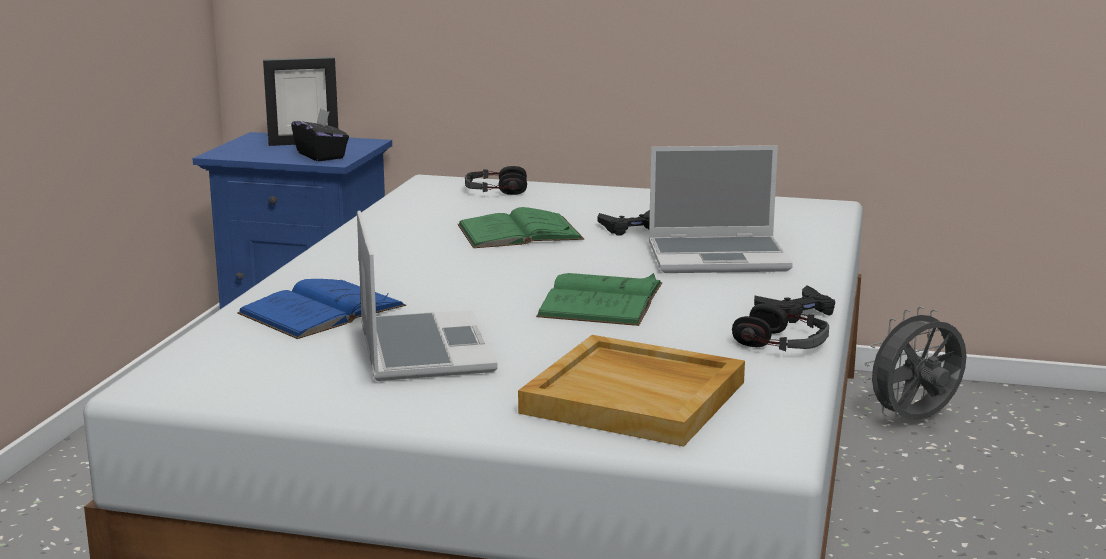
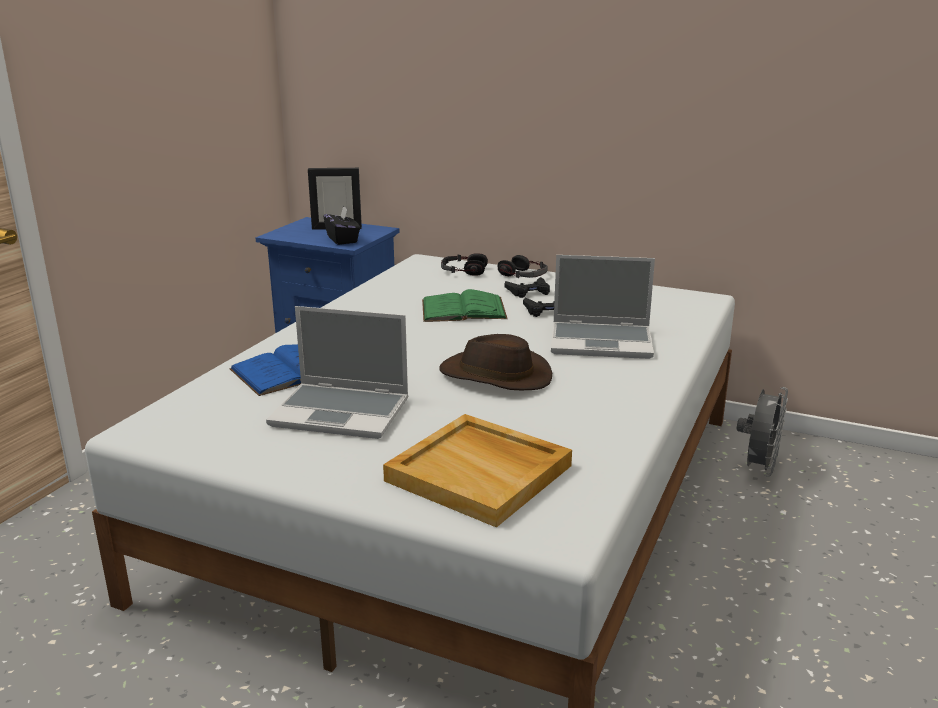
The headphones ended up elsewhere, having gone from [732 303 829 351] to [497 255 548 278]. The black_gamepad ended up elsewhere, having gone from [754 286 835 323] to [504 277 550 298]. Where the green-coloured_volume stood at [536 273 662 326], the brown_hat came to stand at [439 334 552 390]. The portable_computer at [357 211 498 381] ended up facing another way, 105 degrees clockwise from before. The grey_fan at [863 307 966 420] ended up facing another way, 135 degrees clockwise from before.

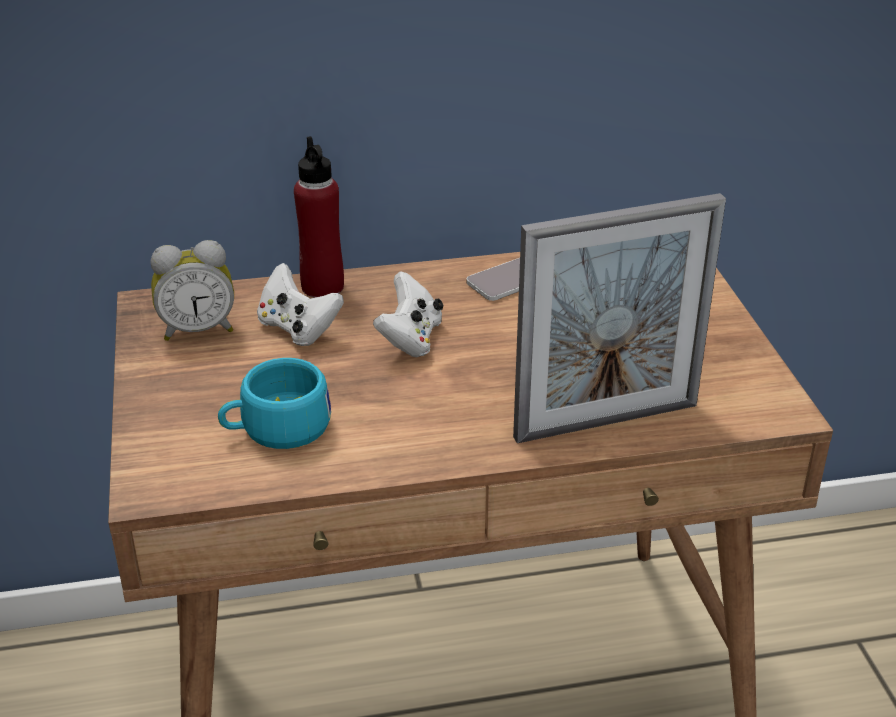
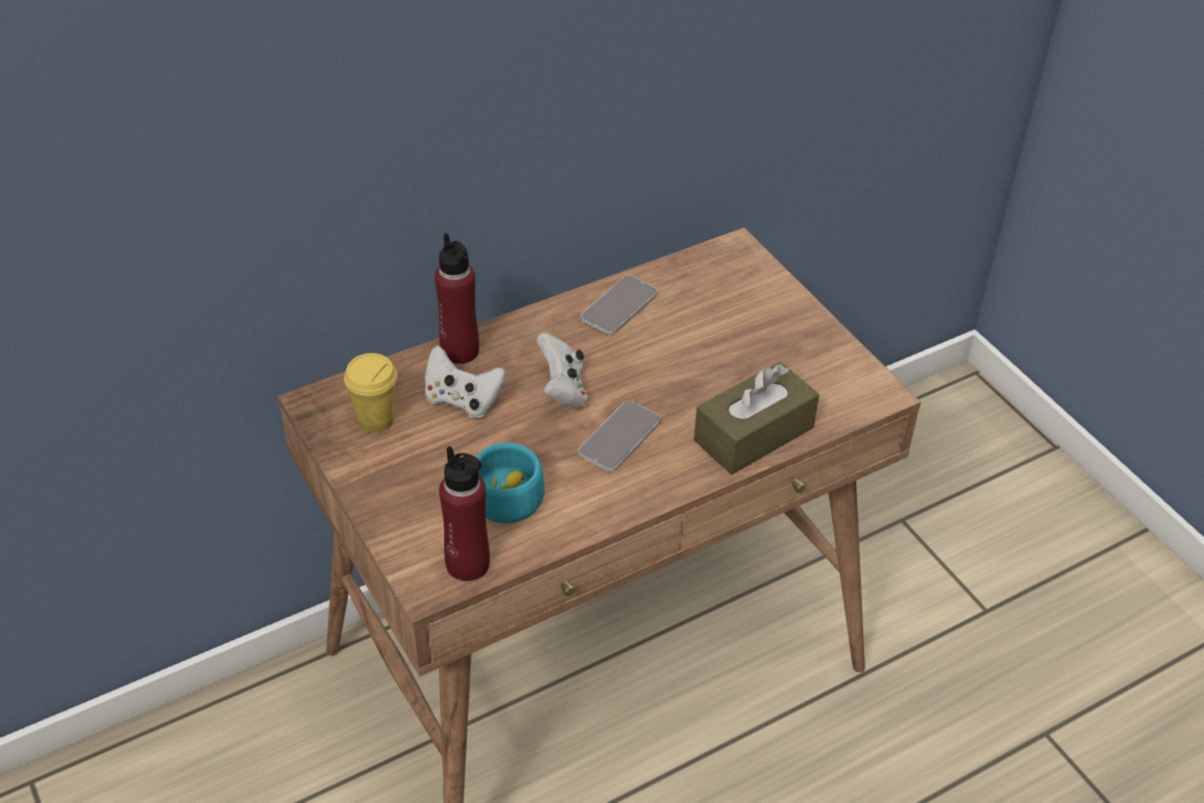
The second view gained the red-coloured_beverage_bottle at [439 446 490 581]. The second view gained the phone at [578 401 661 472]. Where the bedside_clock stood at [151 240 234 341], the yellowish_drinking_cup came to stand at [344 353 397 433]. Where the standing_frame stood at [513 193 726 443], the brown_box_of_tissues came to stand at [694 362 819 475].

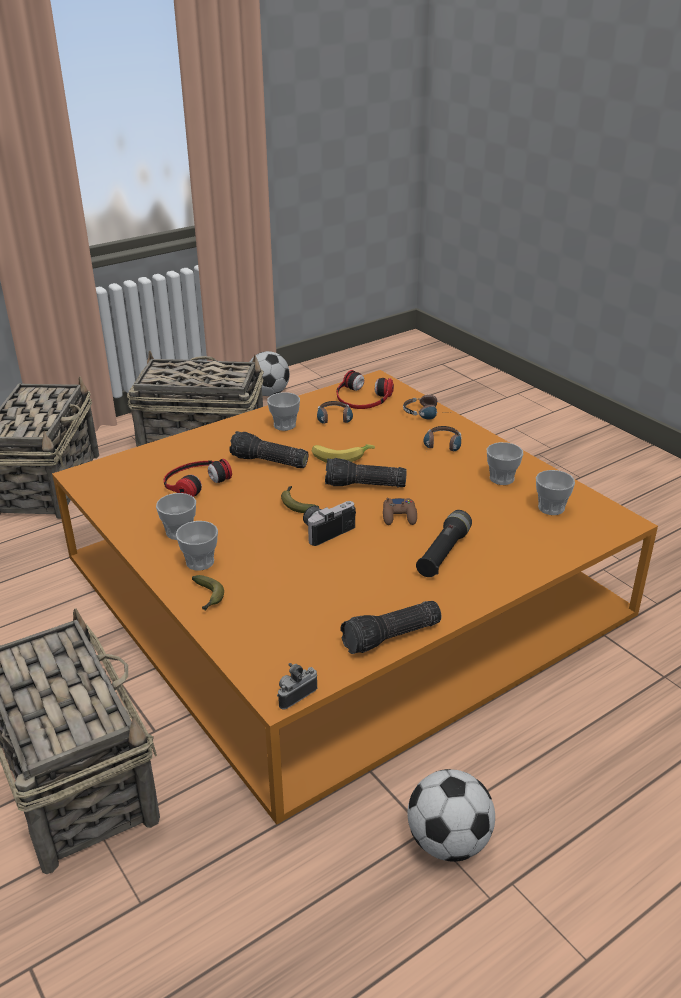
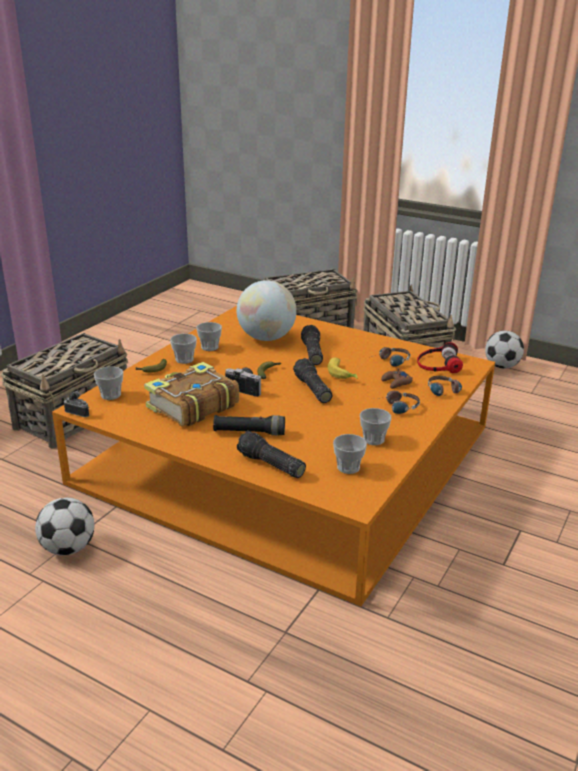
The second view gained the volume at [144 362 239 427]. The drinking_cup ended up elsewhere, having gone from [267 392 300 431] to [94 367 123 400]. The hand_torch ended up elsewhere, having gone from [341 601 441 654] to [237 431 306 478]. The brown_gamepad ended up elsewhere, having gone from [383 498 417 525] to [381 368 413 389]. Where the headphones stood at [164 459 232 497], the world_globe came to stand at [237 280 297 341].

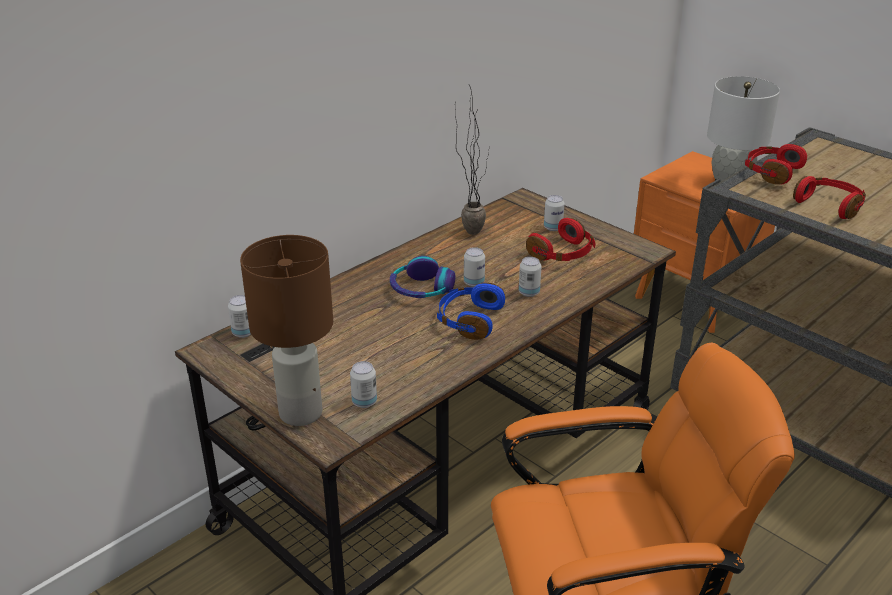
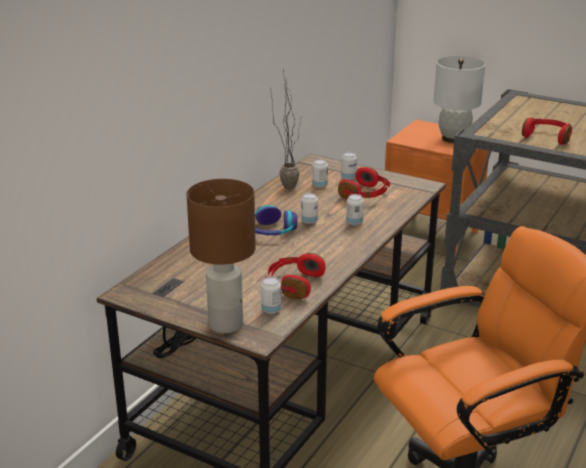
The second view lost the bluish_headphones at [437 282 505 340]. The can ended up elsewhere, having gone from [228 295 251 338] to [312 159 328 188]. The red-coloured_headphones ended up elsewhere, having gone from [745 144 807 185] to [265 253 325 299].

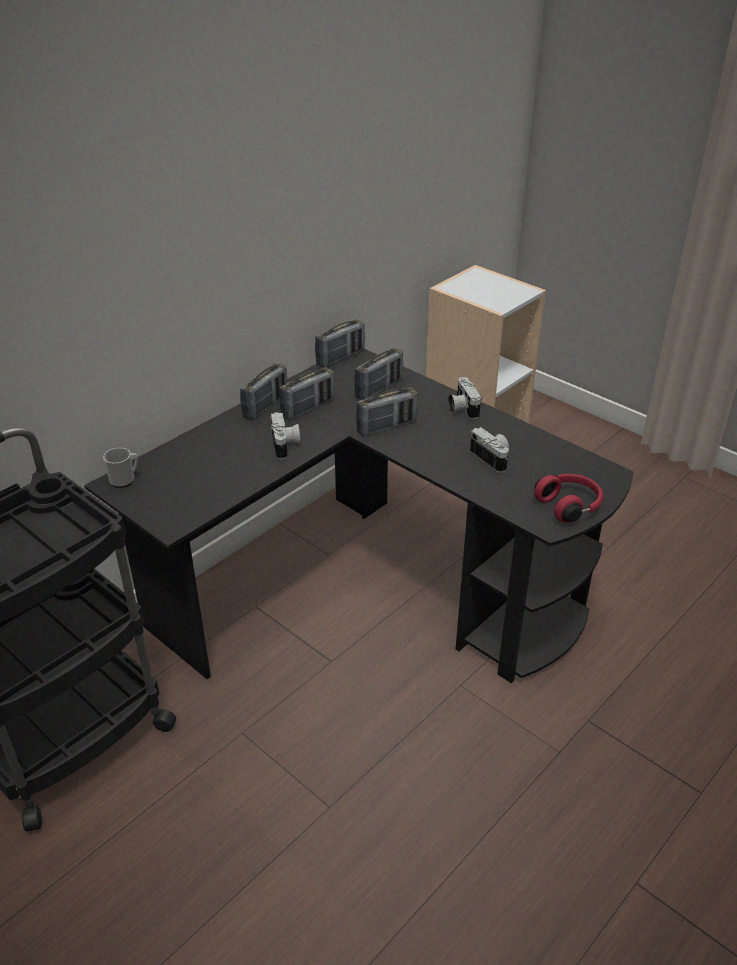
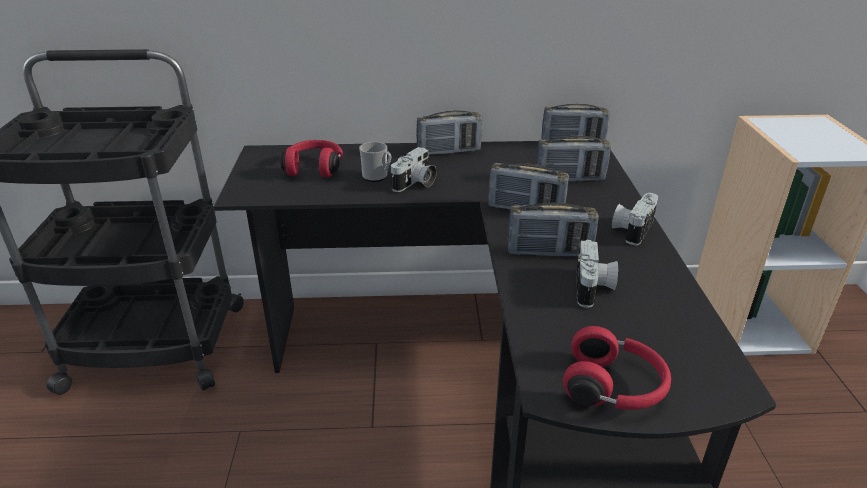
The second view gained the red-coloured_headphones at [280 140 343 177]. The tea_mug ended up elsewhere, having gone from [103 448 138 488] to [359 142 391 182]. The radio ended up elsewhere, having gone from [279 367 335 420] to [508 203 599 256].

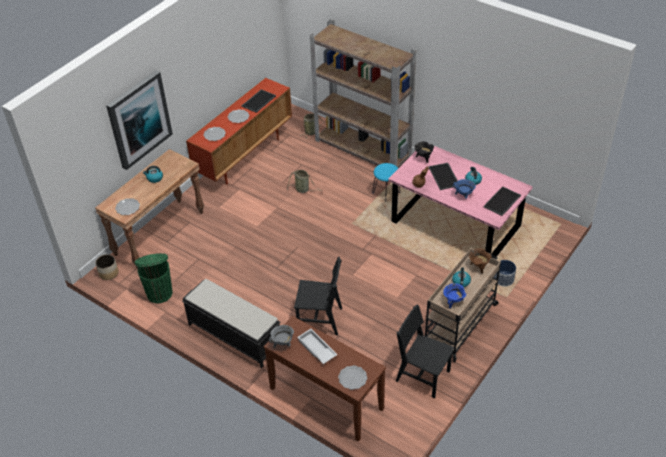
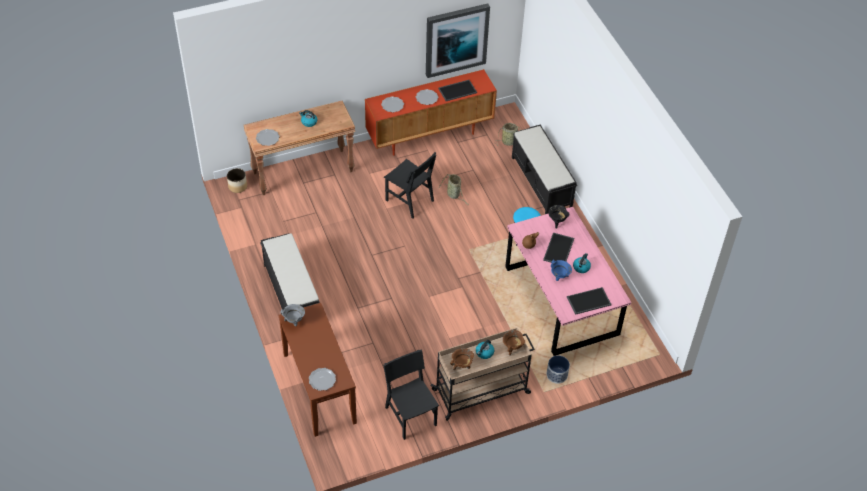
The second view lost the green-coloured_trash_can at [135 253 172 303]. The second view lost the white-coloured_tray at [297 329 337 364]. The wall_picture ended up elsewhere, having gone from [106 70 173 170] to [426 3 490 78]. The black_plain_chair ended up elsewhere, having gone from [294 257 342 335] to [384 152 436 219]. Where the brown_bookcase stood at [310 19 416 168], the black_bench came to stand at [512 125 577 214]. What was the bluish_stockpot at [443 283 466 309] turned into the brown_stockpot at [450 348 474 370].

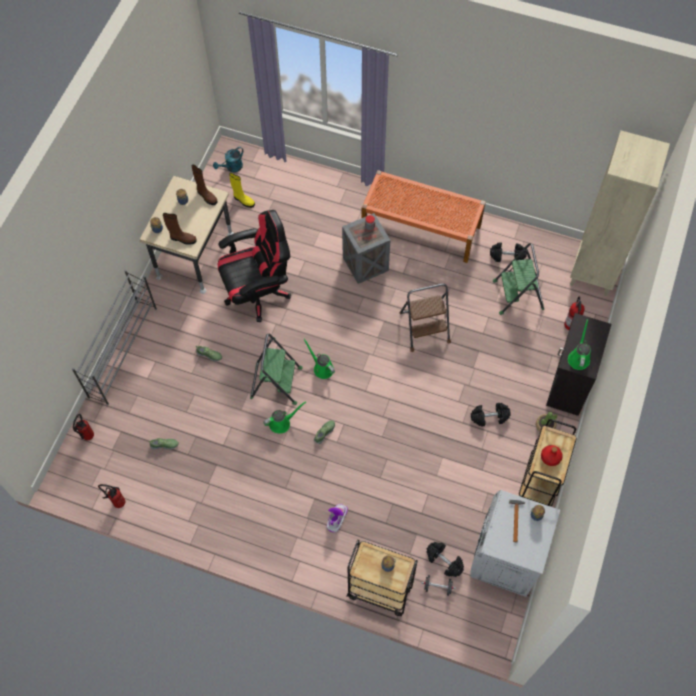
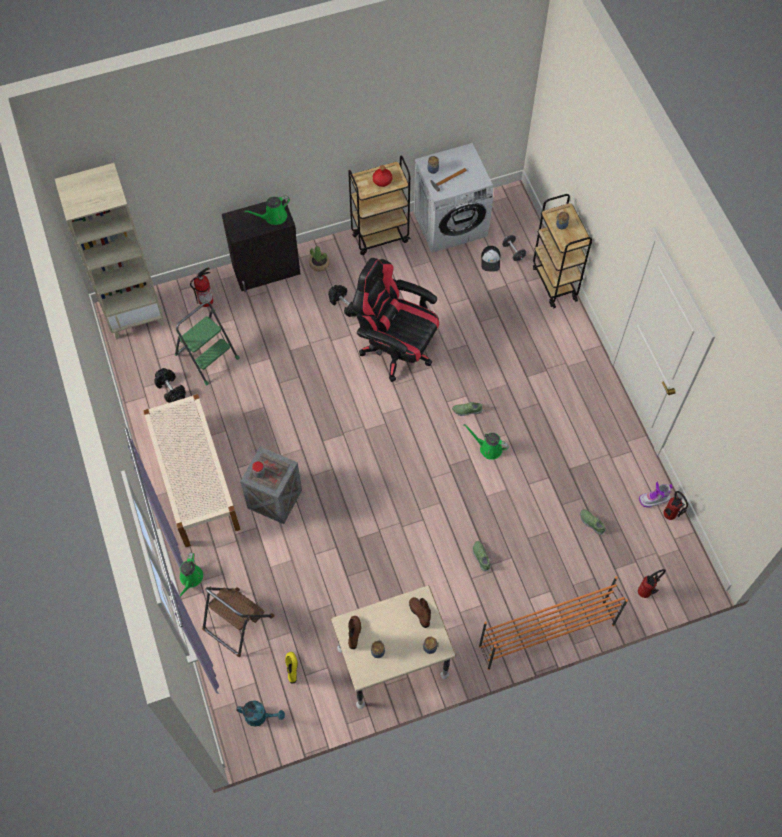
The second view lost the green-coloured_stepladder at [250 334 303 405]. The black_office_chair ended up elsewhere, having gone from [218 210 291 322] to [352 258 439 382]. The green-coloured_watering_can ended up elsewhere, having gone from [303 338 335 379] to [180 553 203 597]. The high-top_boot ended up elsewhere, having gone from [327 504 348 533] to [639 482 673 507]. The brown_stepladder ended up elsewhere, having gone from [400 283 451 352] to [202 586 275 657]. Where the black_free_weight stood at [427 542 464 577], the peaked_cap came to stand at [481 246 501 271]. What was the grey_shoe_shelf at [72 269 157 405] turned into the orange_shoe_shelf at [479 576 628 670]. What was the orange_bench at [361 170 486 263] turned into the sand-coloured_bench at [143 394 241 547].

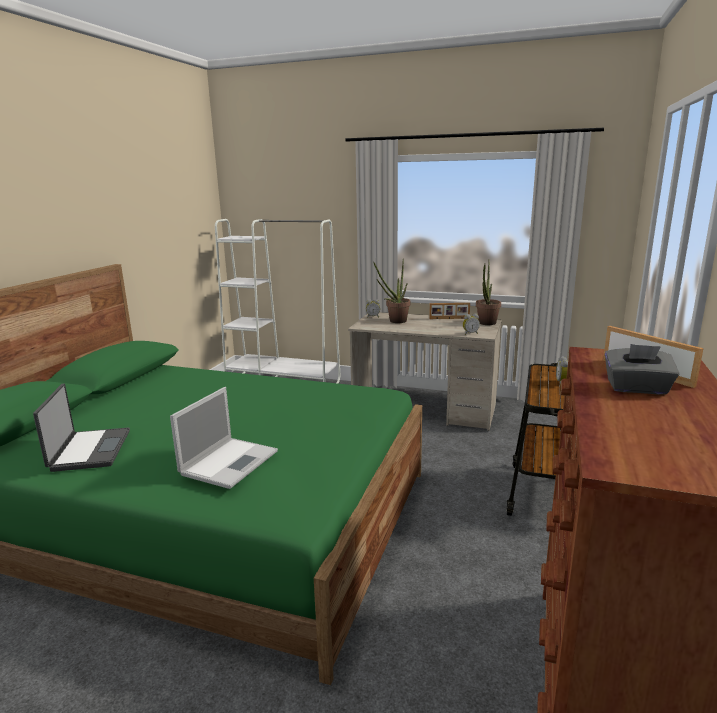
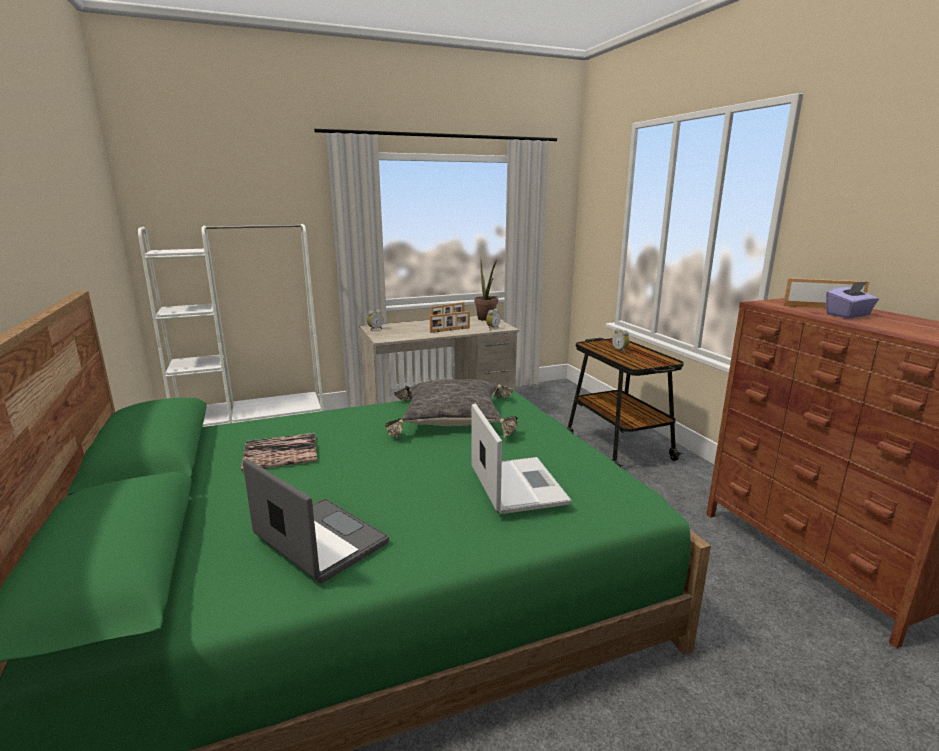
The second view lost the plant_in_a_pot at [373 261 411 323]. The second view gained the volume at [241 433 317 471]. The second view gained the pillow at [385 379 518 437]. The second view gained the standing_frame at [430 311 470 333]. What was the grey_box_of_tissues at [605 344 679 394] turned into the purple-coloured_box_of_tissues at [826 281 879 318].

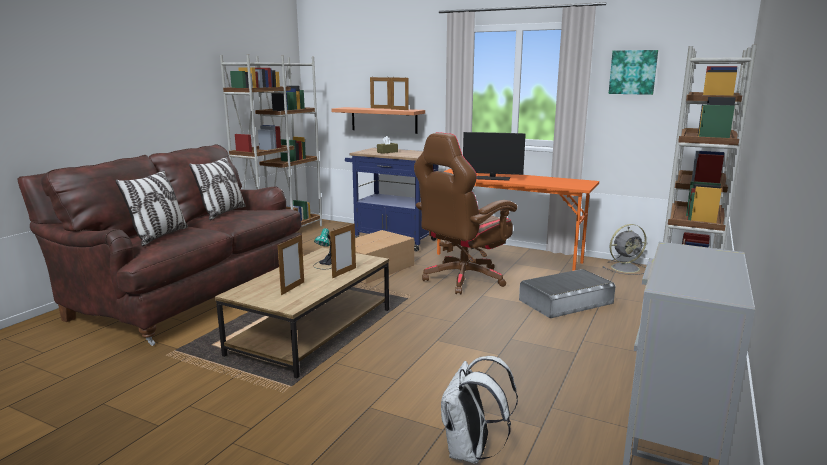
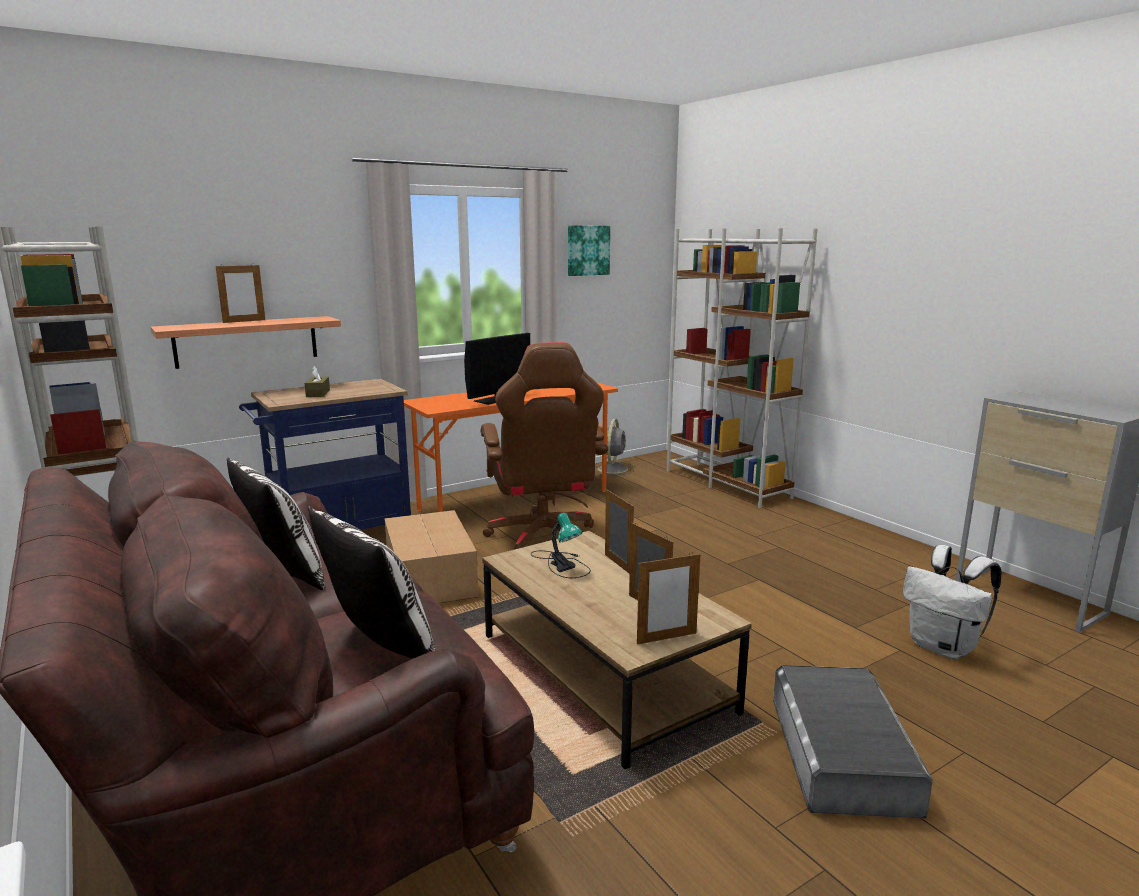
The standing_frame ended up elsewhere, having gone from [391 76 409 110] to [637 552 701 645]. The grey_storage_container ended up elsewhere, having gone from [519 269 615 318] to [773 665 933 819].

